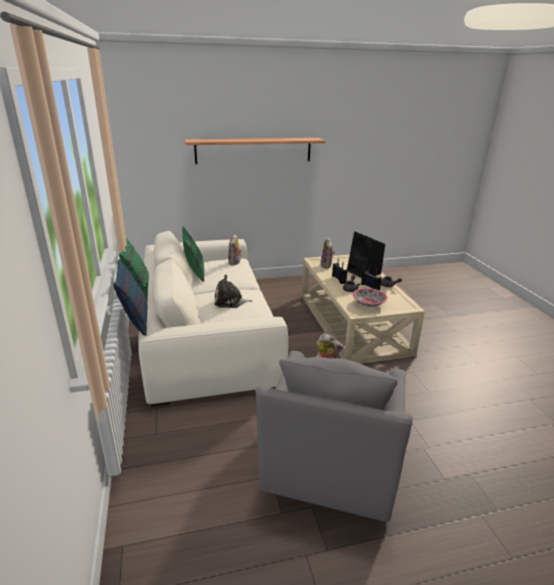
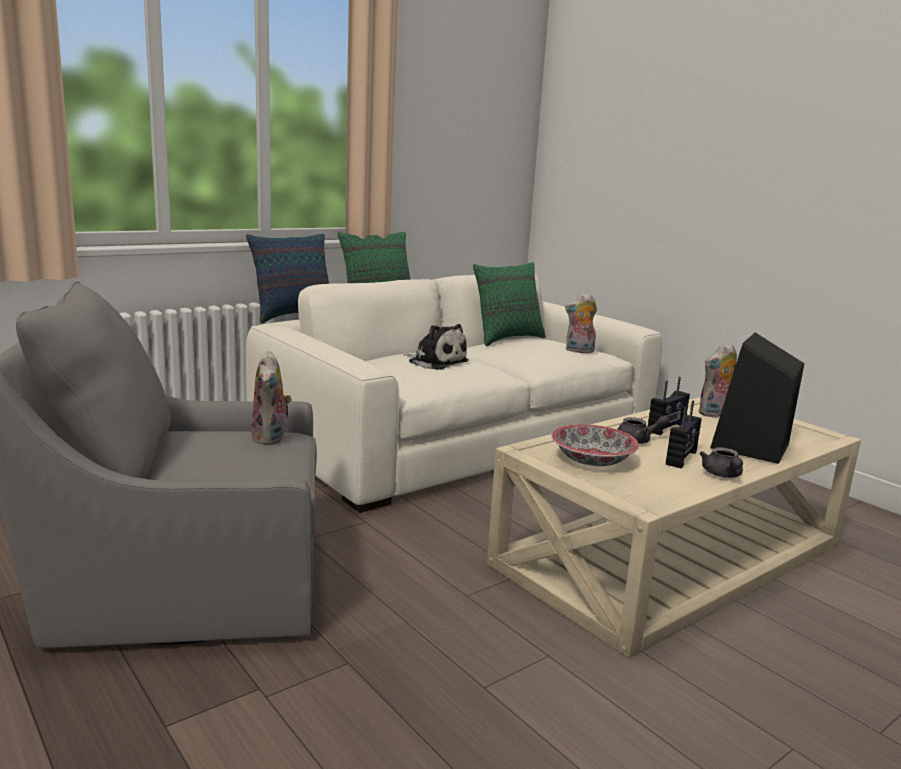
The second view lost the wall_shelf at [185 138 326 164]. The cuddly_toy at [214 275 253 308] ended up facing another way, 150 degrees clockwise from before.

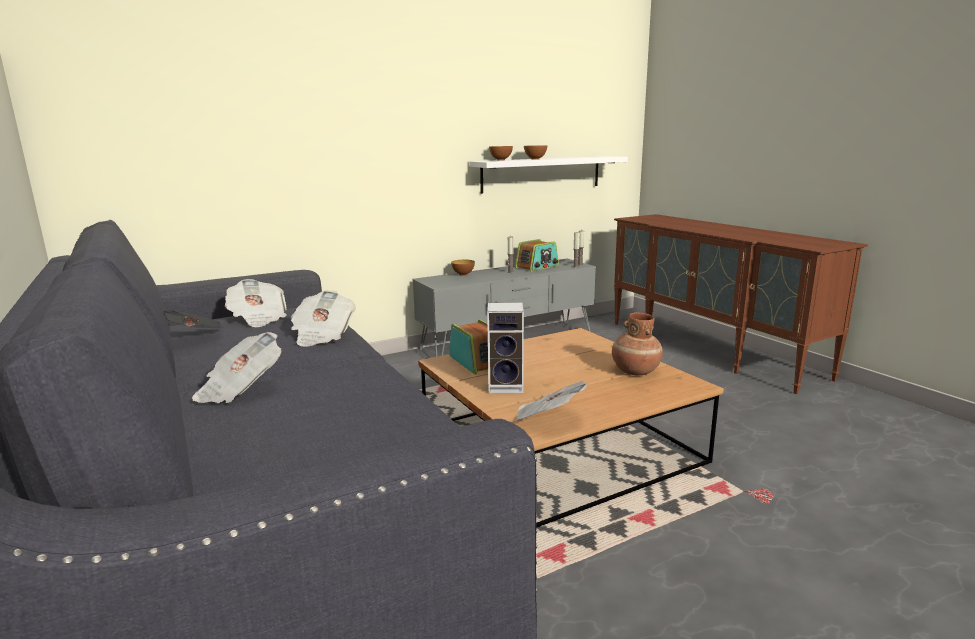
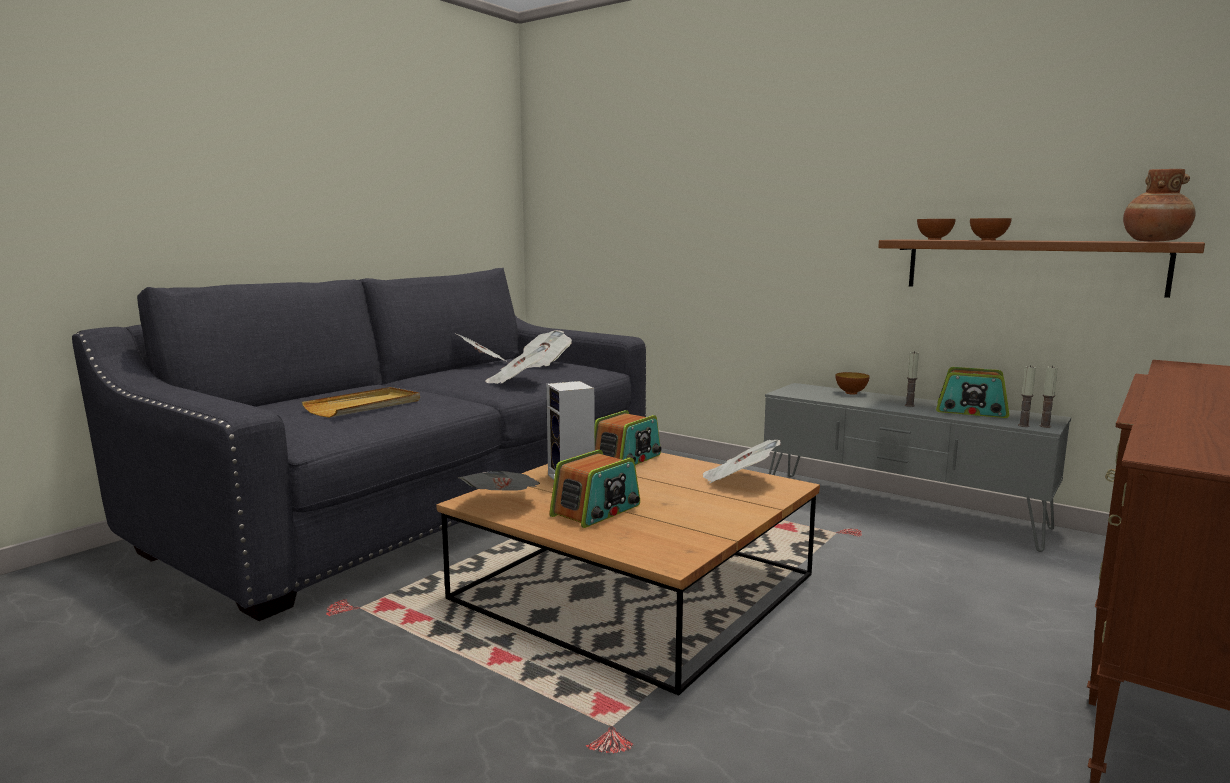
The second view gained the sand-coloured_tray at [302 387 420 418]. The second view gained the radio at [549 450 640 528]. The printed_paper ended up elsewhere, having gone from [192 332 281 403] to [702 440 781 483]. The brown_vase ended up elsewhere, having gone from [612 312 663 375] to [1123 169 1196 242]. What was the white-coloured_wall_shelf at [469 156 628 194] turned into the brown_wall_shelf at [878 239 1205 298].

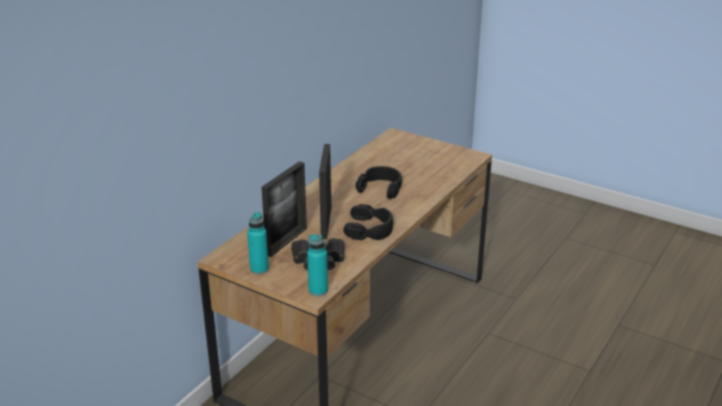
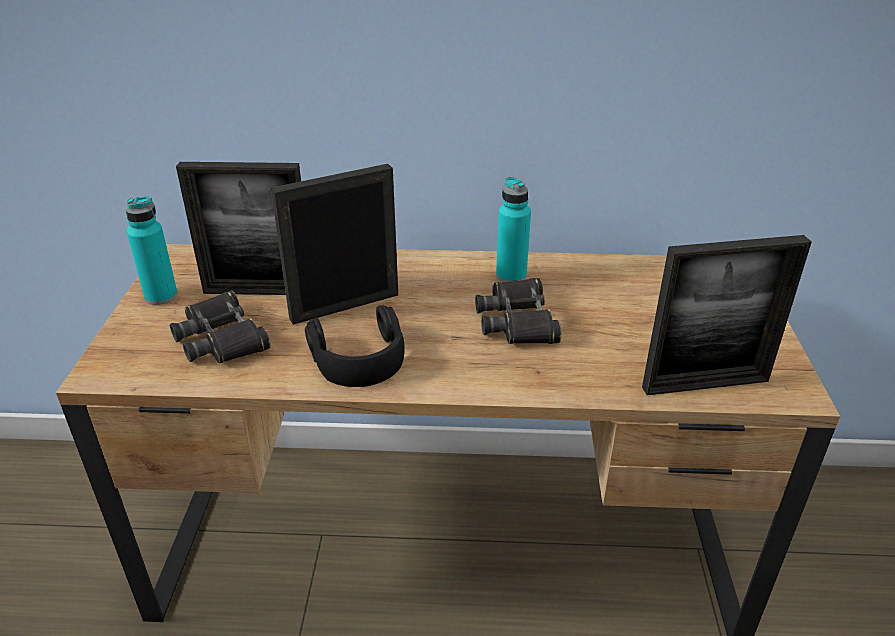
The second view gained the standing_frame at [642 235 812 395]. The turquoise-coloured_beverage_bottle ended up elsewhere, having gone from [307 234 328 297] to [496 177 531 282]. Where the black_headphones stood at [355 166 402 199], the black_field_glasses came to stand at [475 278 561 344].

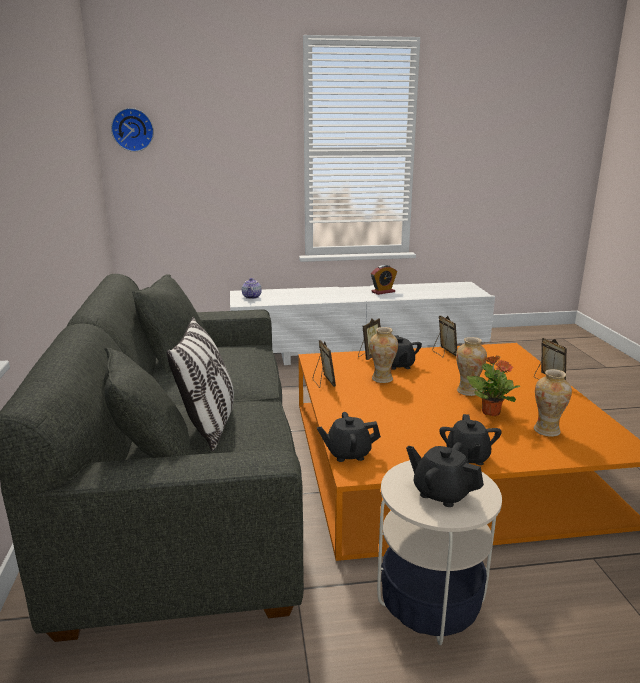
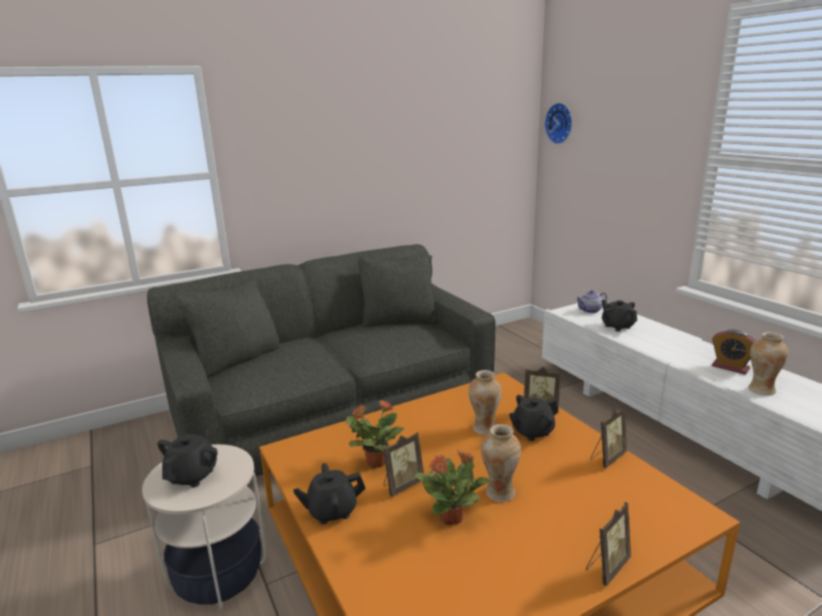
The second view lost the pillow at [167 317 234 451]. The second view gained the plant_in_a_pot at [346 399 404 468]. The standing_frame ended up elsewhere, having gone from [313 340 336 388] to [383 432 424 497]. The black_teapot ended up elsewhere, having gone from [317 412 381 462] to [602 300 637 331]. The vase ended up elsewhere, having gone from [534 369 572 437] to [748 332 789 396].

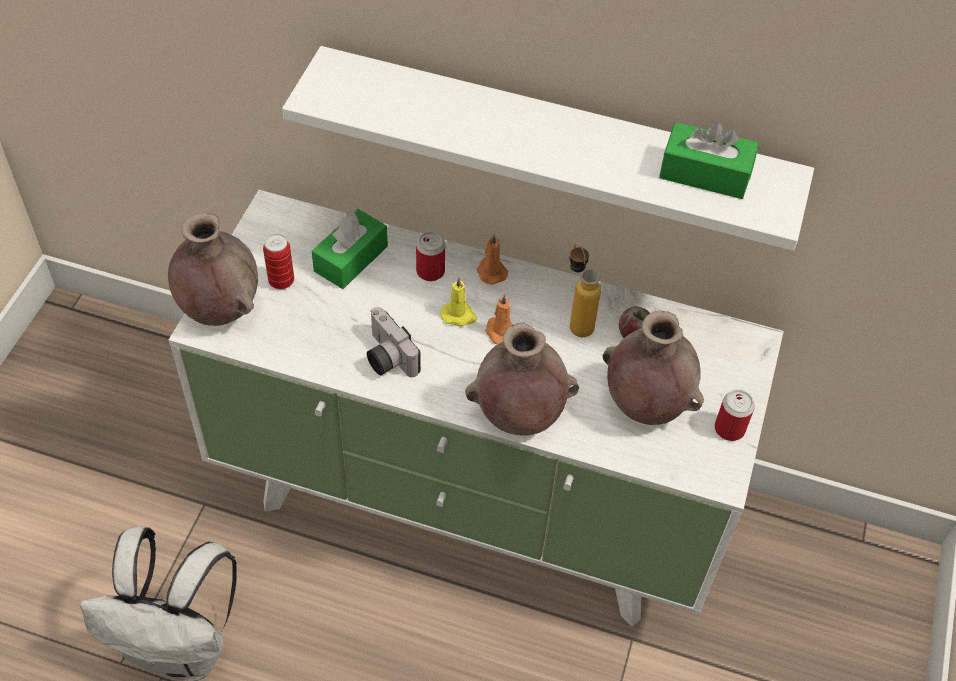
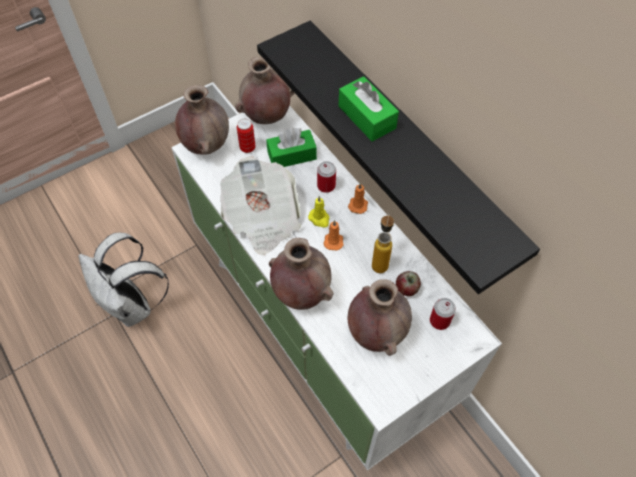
The second view gained the brown_vase at [235 57 294 124]. The green-coloured_box_of_tissues ended up elsewhere, having gone from [659 122 759 199] to [338 76 399 142]. The can ended up elsewhere, having gone from [715 389 755 441] to [430 298 456 330]. Where the still_camera stood at [367 307 421 377], the printed_paper came to stand at [220 156 301 255]. What was the white-coloured_wall_shelf at [282 46 814 251] turned into the black_wall_shelf at [257 21 540 294].

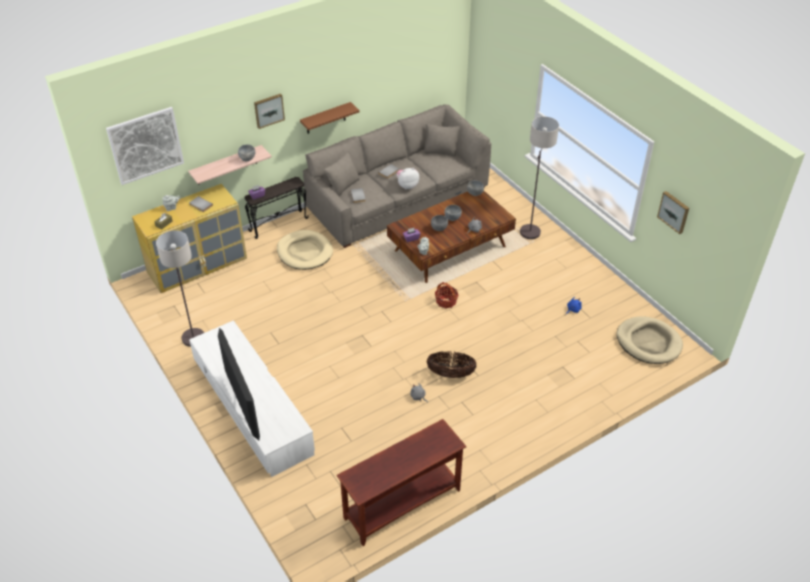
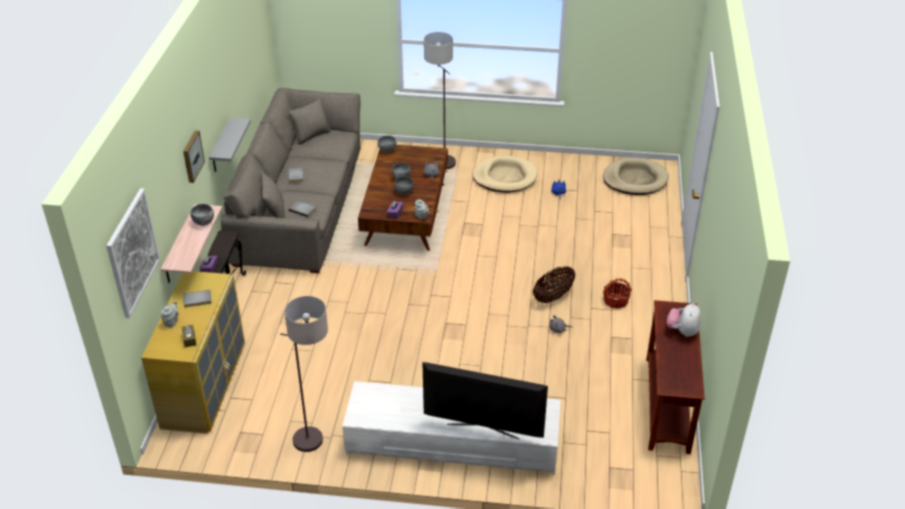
The second view lost the wall_picture at [657 191 689 234]. The sand-coloured_dog_cushion ended up elsewhere, having gone from [277 230 333 270] to [473 156 538 193]. The cuddly_toy ended up elsewhere, having gone from [397 168 419 190] to [667 303 701 337]. The storage_basket ended up elsewhere, having gone from [435 282 458 308] to [603 278 632 309]. What was the brown_wall_shelf at [300 102 360 134] turned into the grey_wall_shelf at [209 118 251 172].

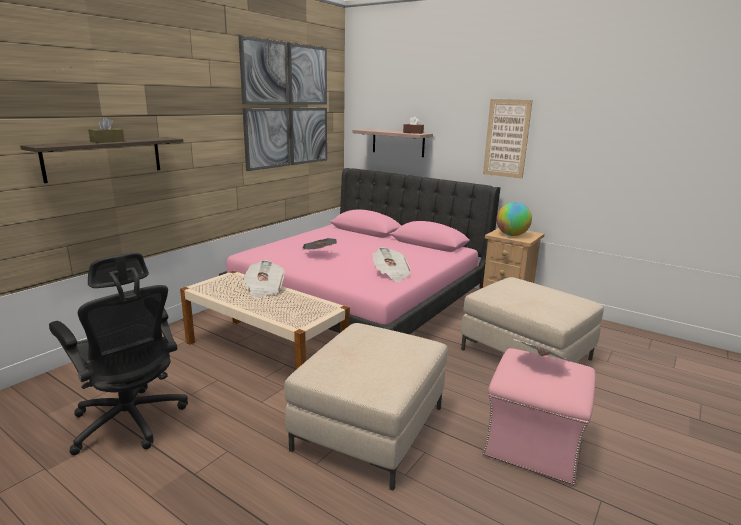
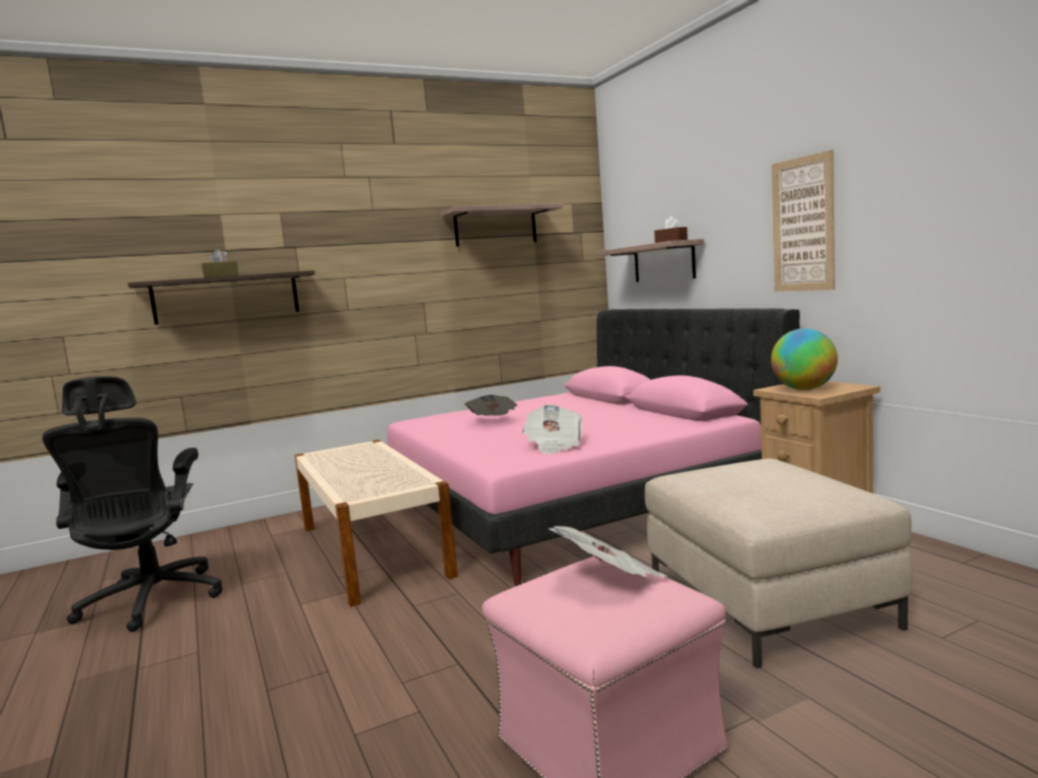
The second view lost the printed_paper at [243 260 285 298]. The second view lost the sand-coloured_ottoman at [284 323 448 491]. Where the wall_picture hung at [238 35 327 171], the wall_shelf came to hang at [441 203 563 247].

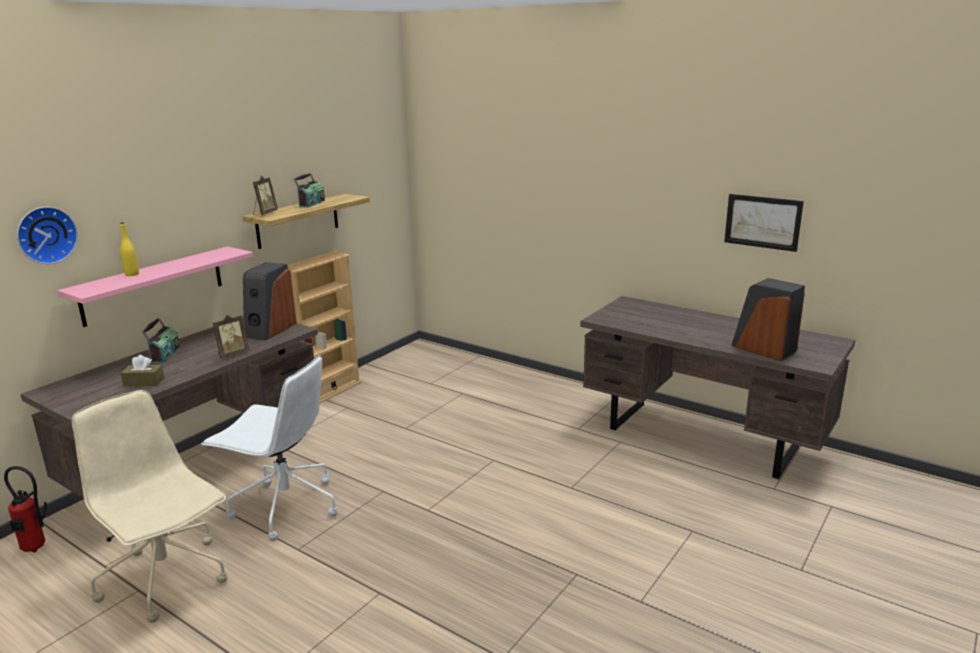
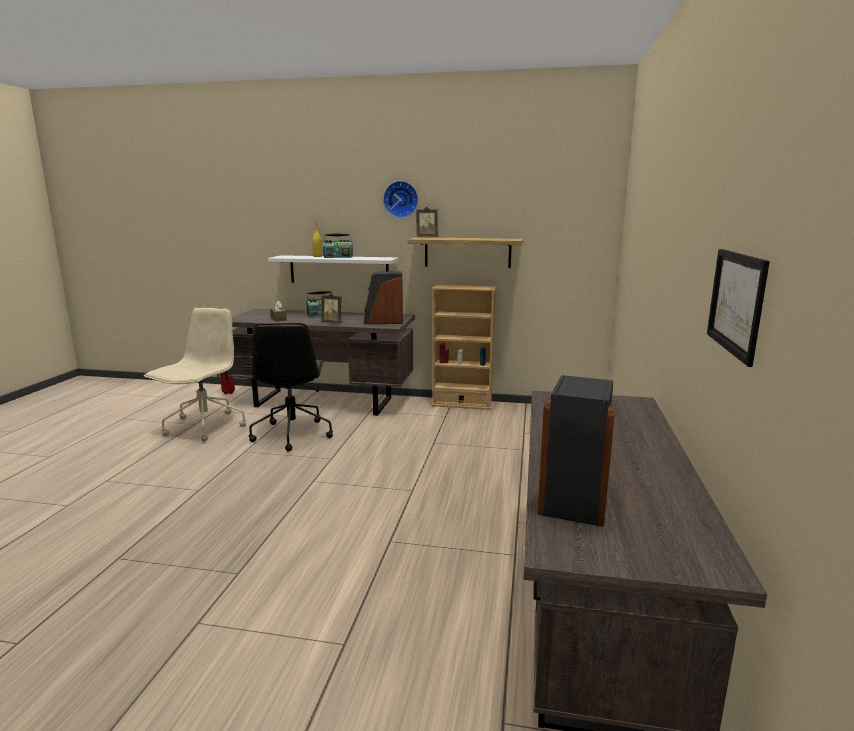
The wall_clock ended up elsewhere, having gone from [17 207 78 264] to [383 181 418 218]. The radio ended up elsewhere, having gone from [294 173 325 208] to [323 233 353 258]. What was the pinkish_wall_shelf at [57 246 253 327] turned into the white-coloured_wall_shelf at [268 255 398 283]. What was the white-coloured_office_chair at [201 355 337 541] turned into the black_office_chair at [249 323 333 451].

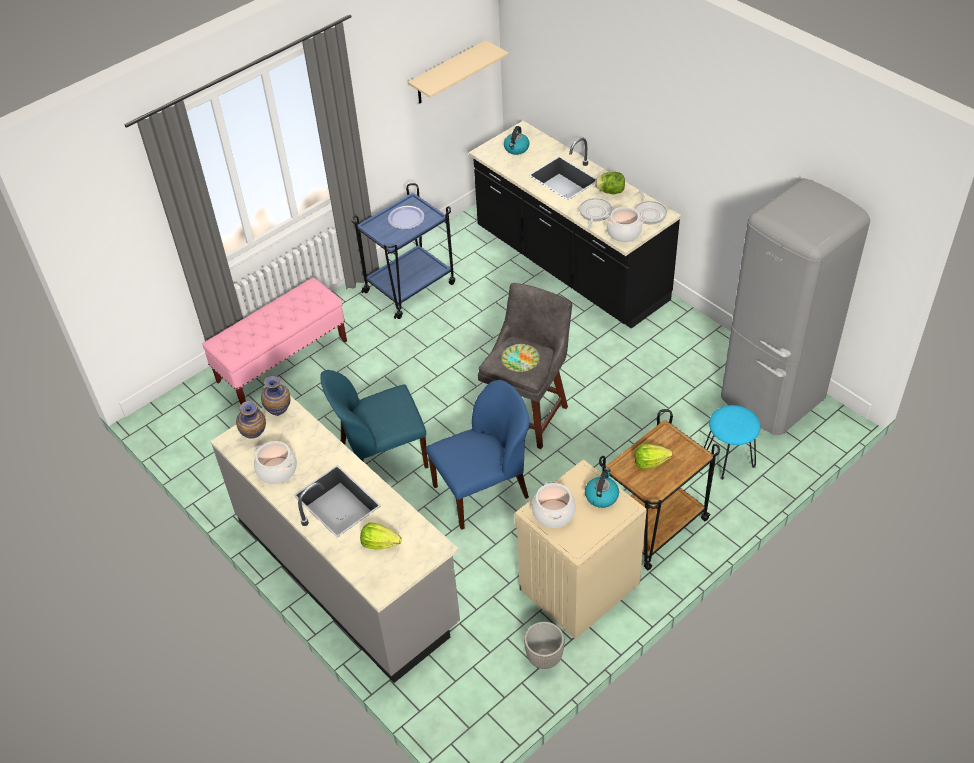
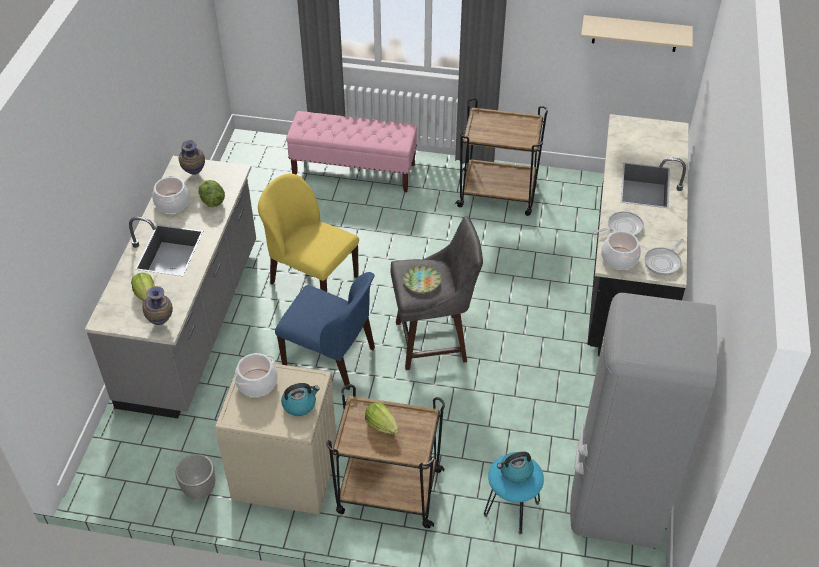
The second view lost the dinner_plate at [388 206 425 230]. The vase ended up elsewhere, having gone from [261 376 290 416] to [142 286 173 325]. The kettle ended up elsewhere, having gone from [504 126 530 155] to [497 452 534 483]. The lettuce ended up elsewhere, having gone from [595 172 625 194] to [199 180 225 207]. What was the bluish_plain_chair at [320 370 428 469] turned into the yellowish_plain_chair at [258 173 359 292]. What was the bluish_cart at [352 183 455 319] turned into the brown_cart at [455 98 548 216].

